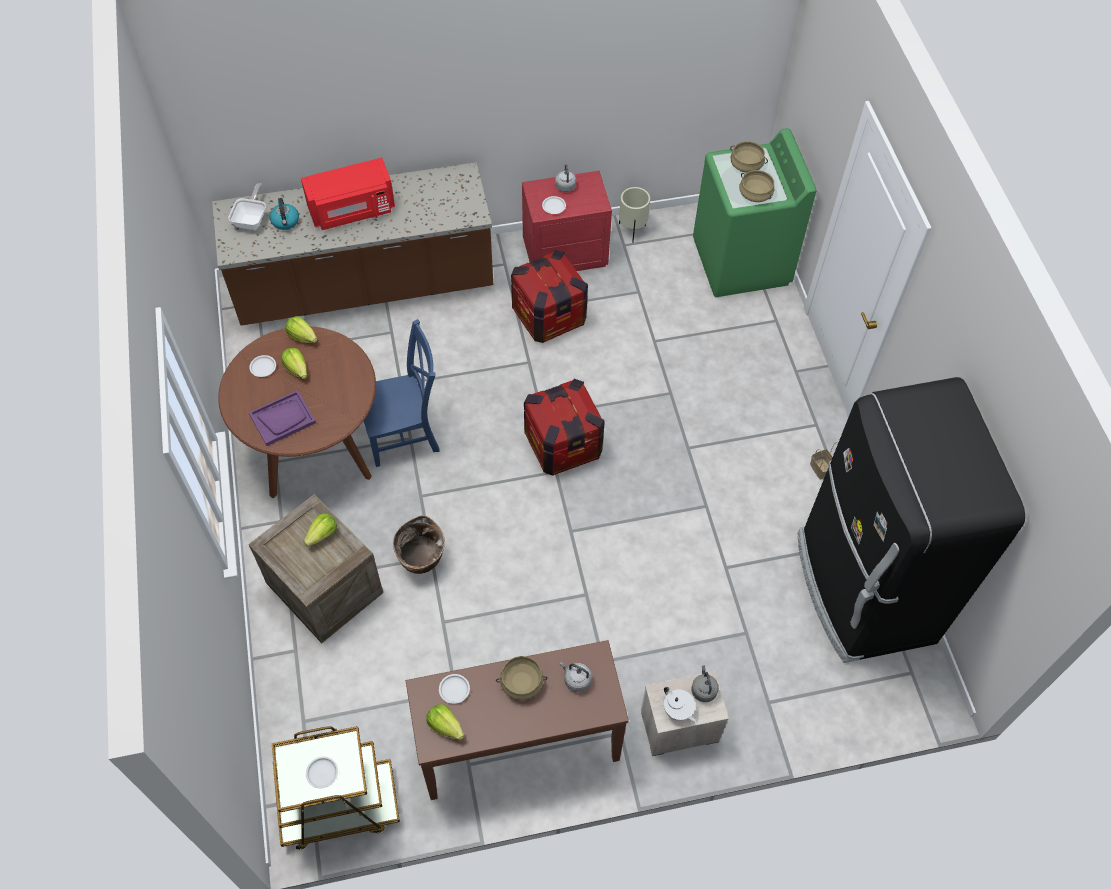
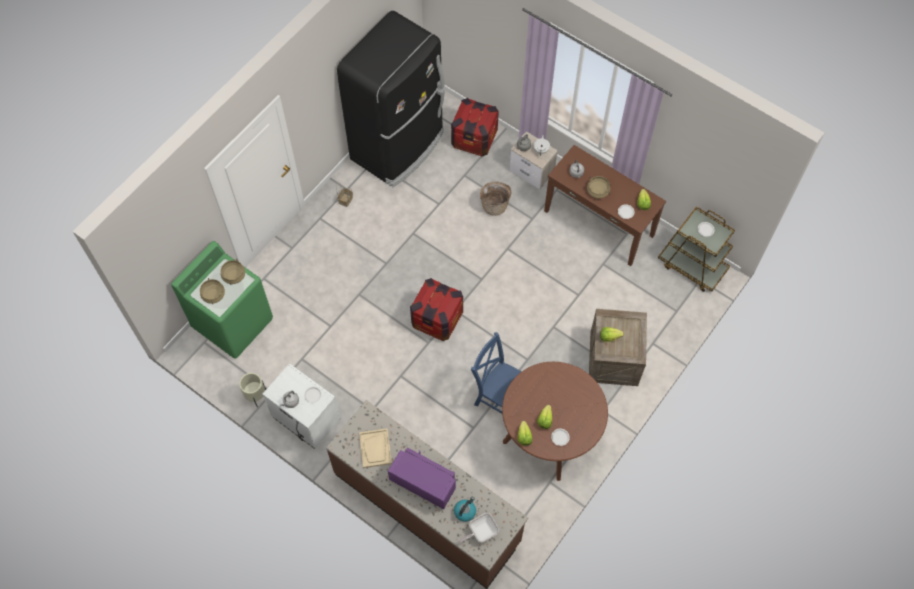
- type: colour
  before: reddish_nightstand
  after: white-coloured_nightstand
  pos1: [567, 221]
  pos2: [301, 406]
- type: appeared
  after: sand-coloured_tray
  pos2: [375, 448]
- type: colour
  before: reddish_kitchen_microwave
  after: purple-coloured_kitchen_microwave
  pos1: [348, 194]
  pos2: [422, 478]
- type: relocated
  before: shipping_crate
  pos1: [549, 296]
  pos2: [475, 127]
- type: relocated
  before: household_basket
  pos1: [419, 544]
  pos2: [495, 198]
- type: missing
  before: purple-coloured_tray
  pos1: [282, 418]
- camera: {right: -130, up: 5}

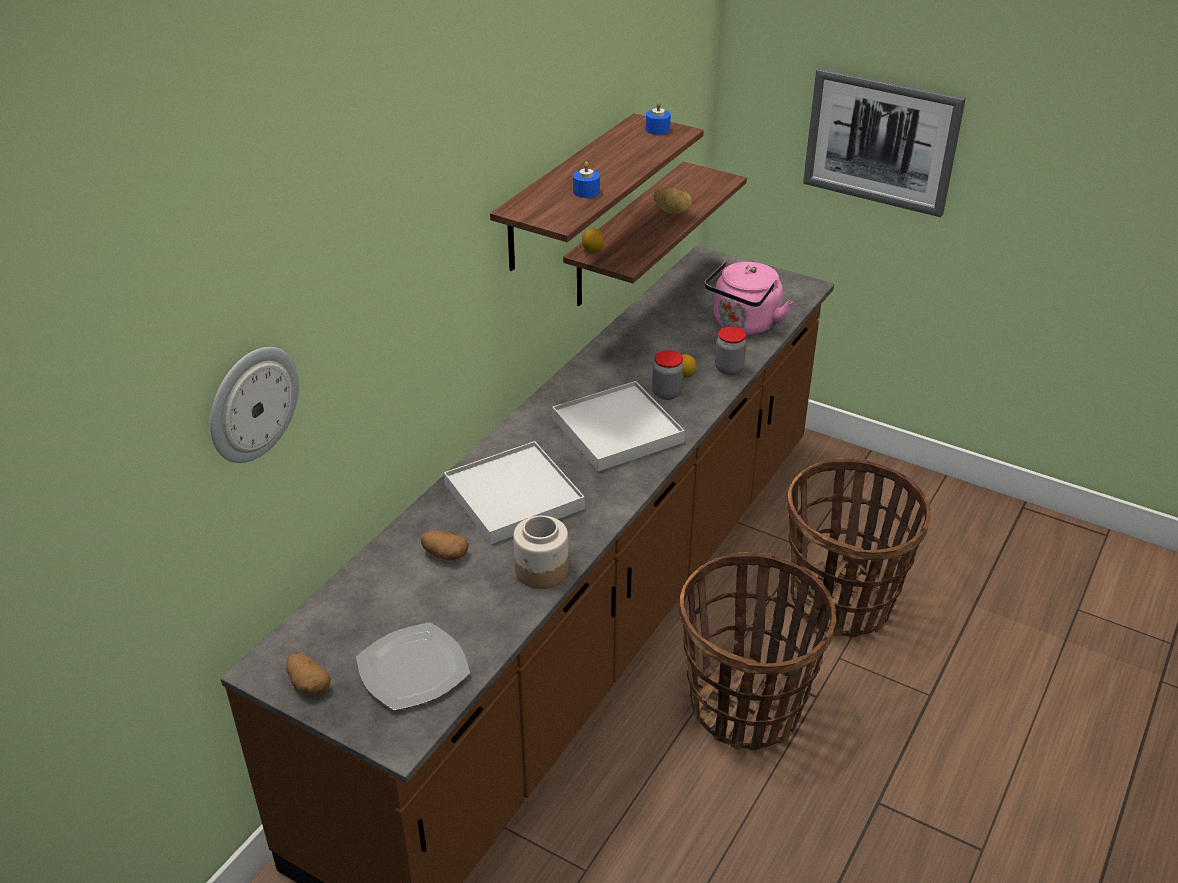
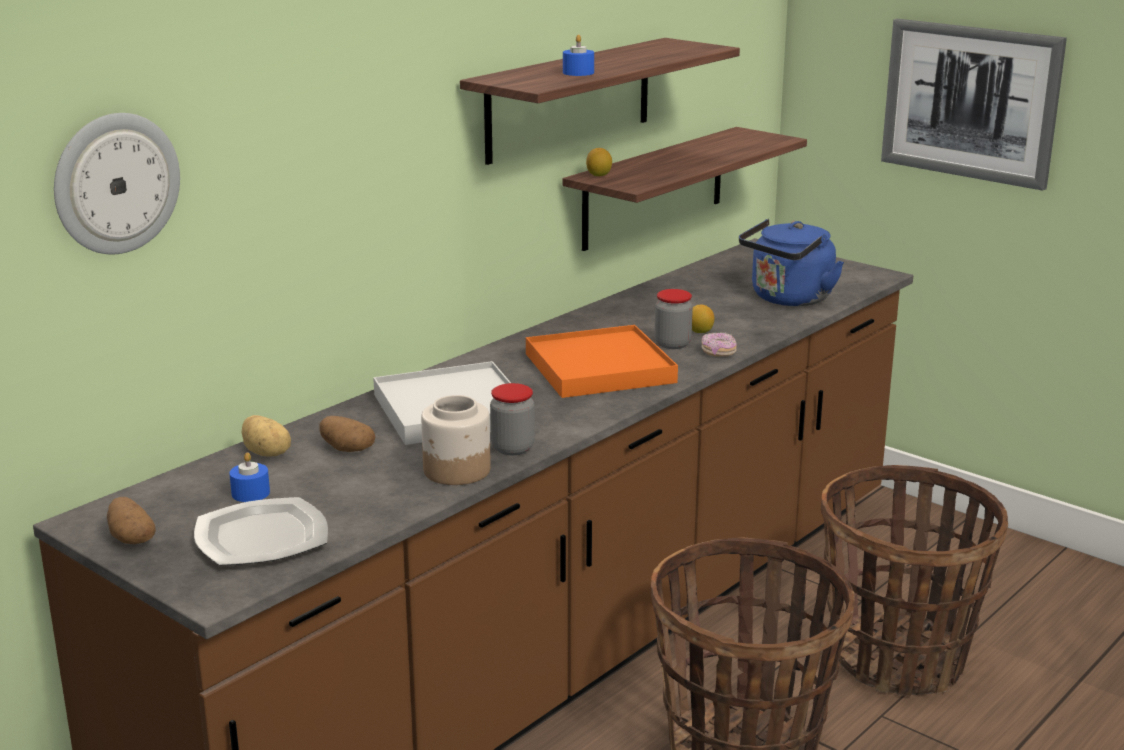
- type: relocated
  before: blue_candle
  pos1: [658, 118]
  pos2: [249, 477]
- type: relocated
  before: whole_potato
  pos1: [673, 200]
  pos2: [266, 436]
- type: relocated
  before: jar
  pos1: [730, 351]
  pos2: [512, 419]
- type: colour
  before: white-coloured_tray
  after: orange-coloured_tray
  pos1: [618, 426]
  pos2: [602, 361]
- type: appeared
  after: ring_doughnut
  pos2: [719, 345]
- type: colour
  before: pinkish_kettle
  after: blue_kettle
  pos1: [748, 299]
  pos2: [791, 262]
- camera: {right: 10, up: -15}

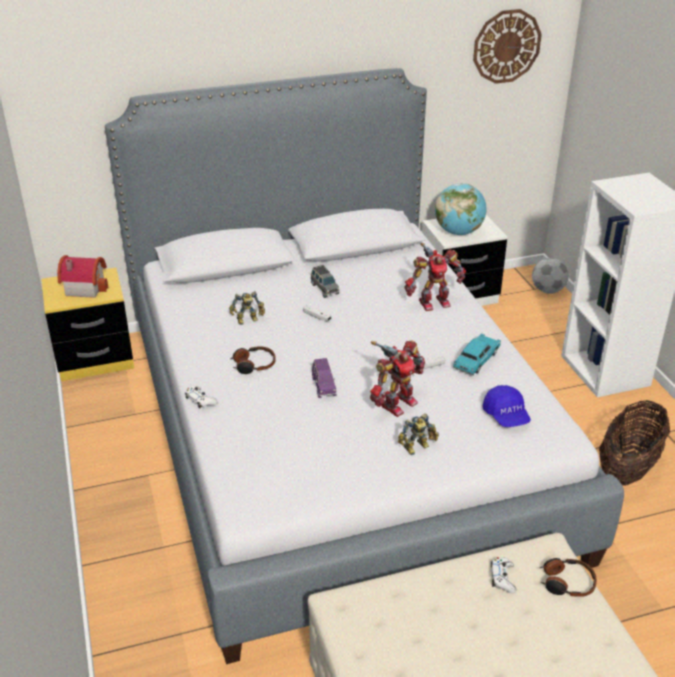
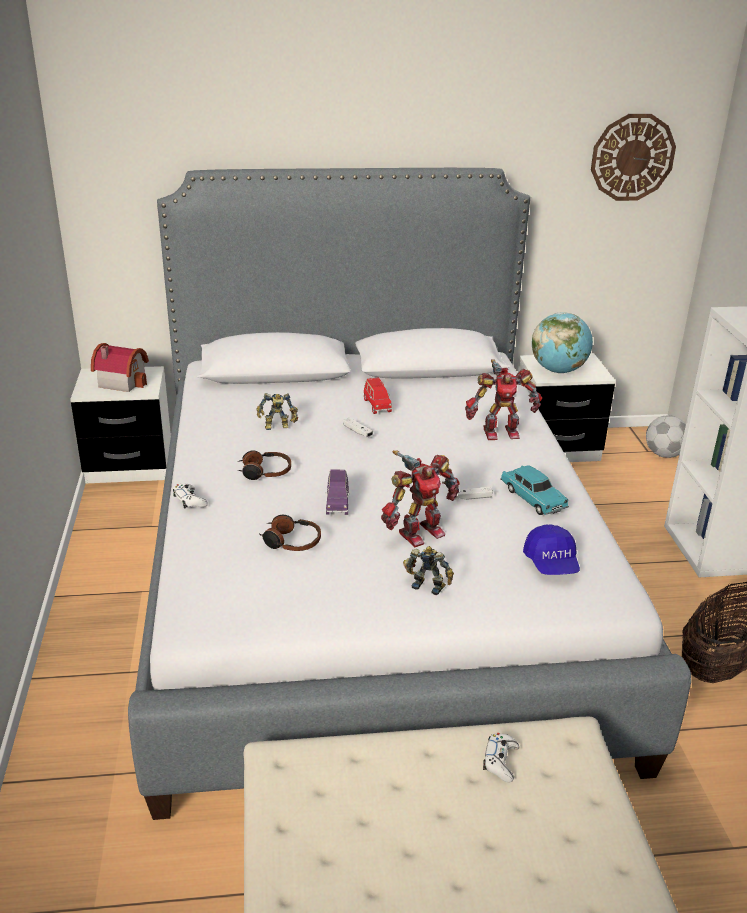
- type: colour
  before: yellow-coloured_nightstand
  after: white-coloured_nightstand
  pos1: [87, 324]
  pos2: [120, 424]
- type: relocated
  before: pair_of_headphones
  pos1: [568, 577]
  pos2: [290, 533]
- type: colour
  before: greyish_miniature_car
  after: reddish_miniature_car
  pos1: [325, 281]
  pos2: [378, 396]
- type: spun
  before: robot_figure
  pos1: [418, 434]
  pos2: [428, 570]
  turn: -135
- type: spun
  before: turquoise_miniature_car
  pos1: [477, 354]
  pos2: [534, 490]
  turn: 105
- camera: {right: 10, up: -5}

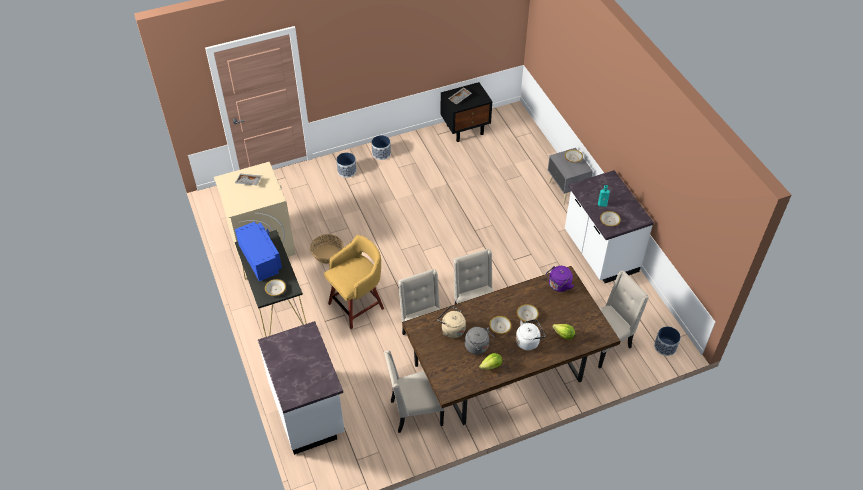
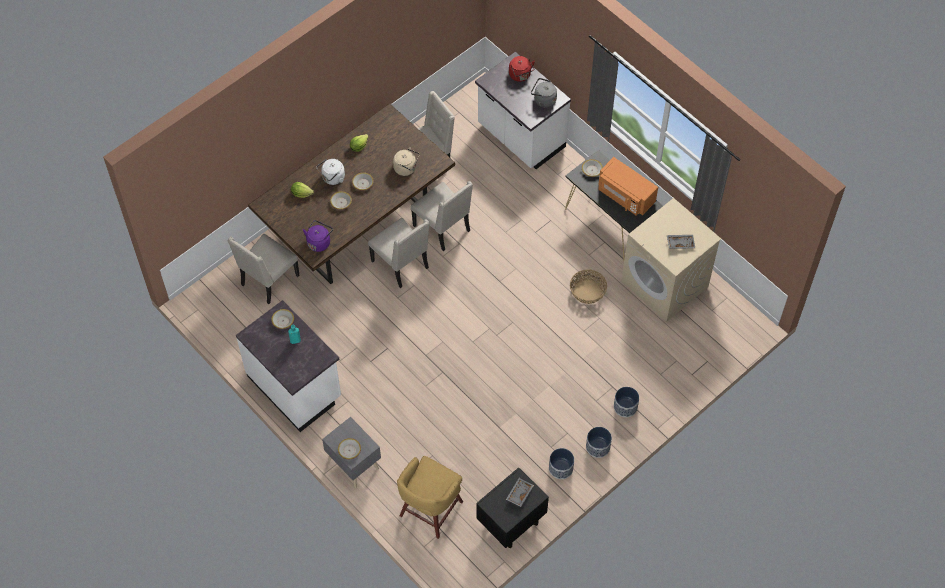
- type: relocated
  before: yellow-coloured_stool_seat
  pos1: [354, 282]
  pos2: [430, 497]
- type: appeared
  after: reddish_kettle
  pos2: [522, 69]
- type: relocated
  before: greyish_kettle
  pos1: [479, 340]
  pos2: [544, 92]
- type: relocated
  before: plant_pot
  pos1: [667, 341]
  pos2: [561, 463]
- type: colour
  before: blue_kitchen_microwave
  after: orange-coloured_kitchen_microwave
  pos1: [258, 251]
  pos2: [628, 186]
- camera: {right: 160, up: 10}

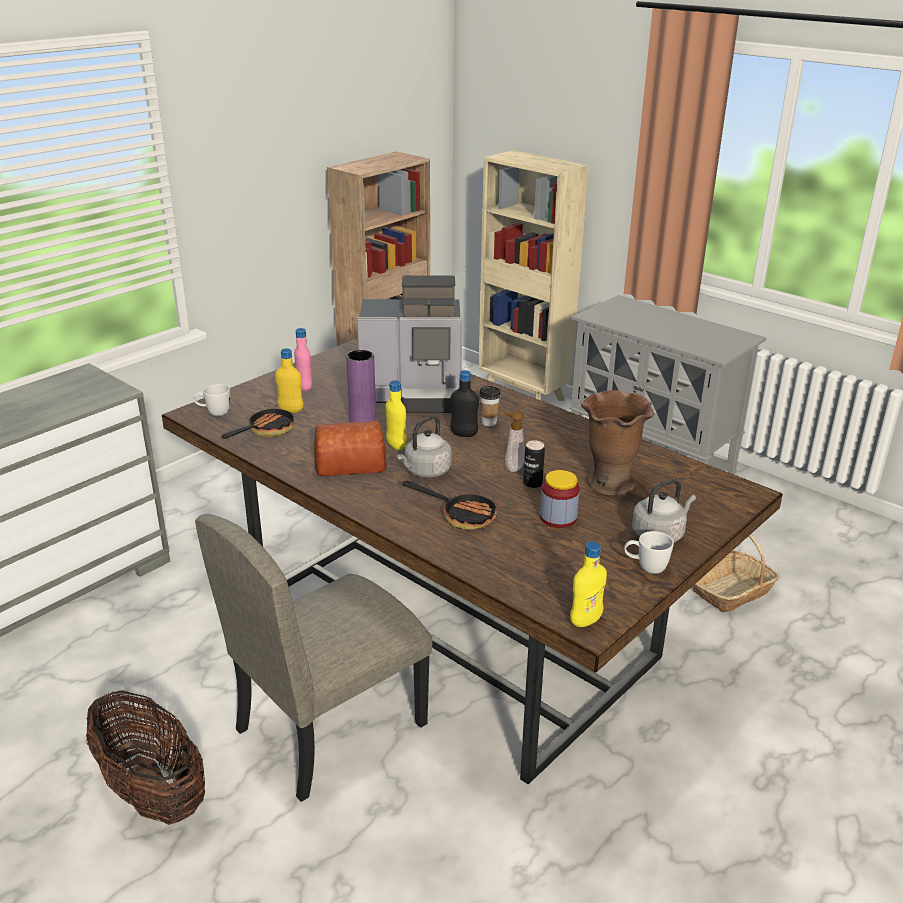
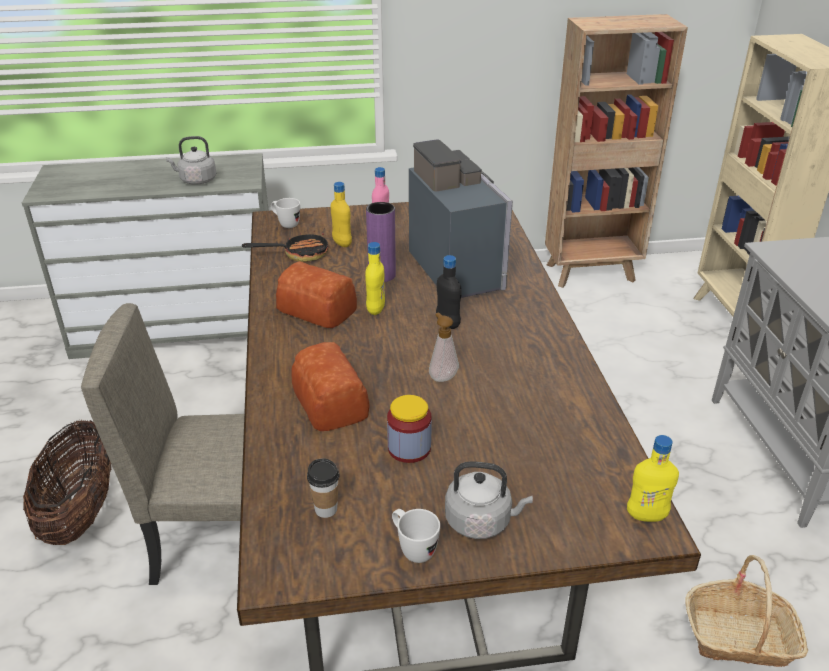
- type: relocated
  before: greyish_kettle
  pos1: [424, 446]
  pos2: [191, 160]
- type: exchanged
  before: frying_pan
  after: bakery_bread
  pos1: [450, 505]
  pos2: [330, 386]
- type: relocated
  before: drinking_cup
  pos1: [490, 406]
  pos2: [323, 488]
- type: spun
  before: coffee_maker
  pos1: [409, 344]
  pos2: [461, 218]
  turn: -150
- type: relocated
  before: yellow-coloured_beverage_bottle
  pos1: [588, 584]
  pos2: [653, 478]
- type: missing
  before: can
  pos1: [534, 464]
- type: missing
  before: brown-coloured_decorative_vase
  pos1: [617, 442]
- camera: {right: 40, up: 5}

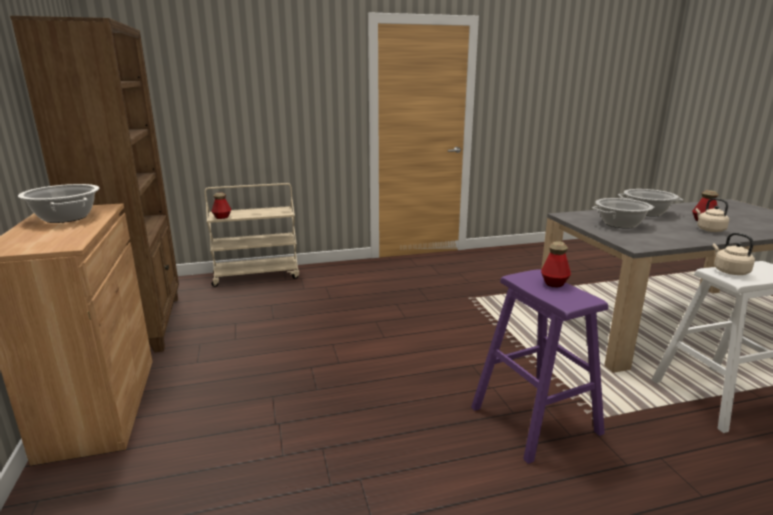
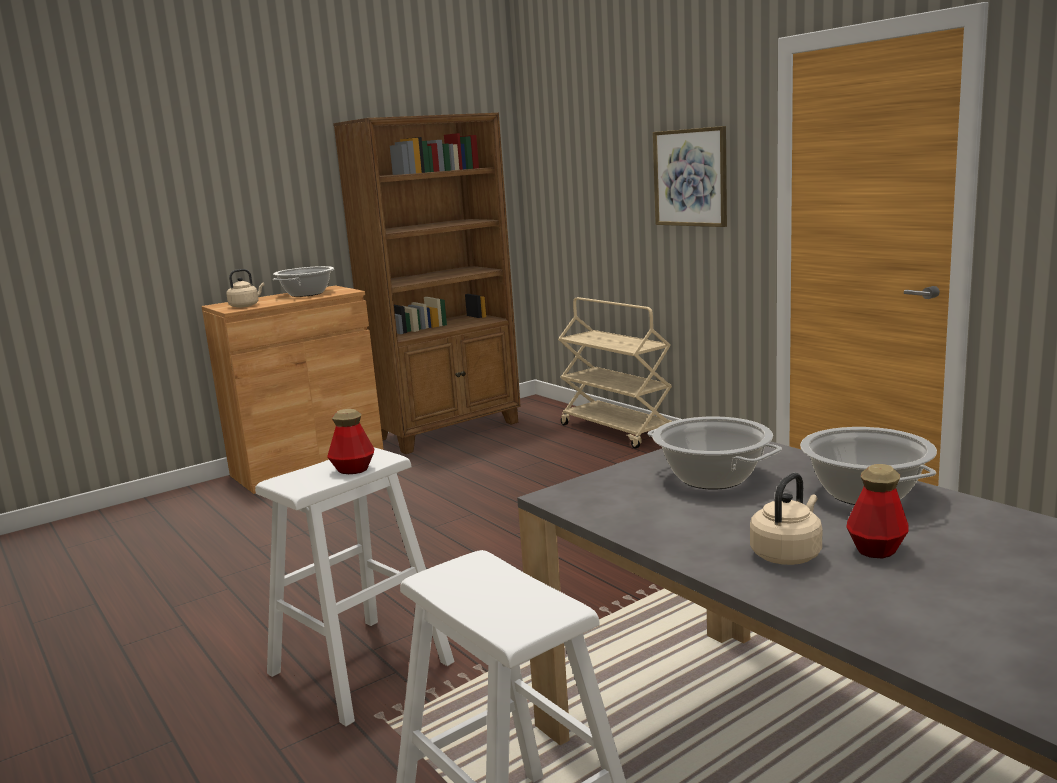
- type: relocated
  before: sand-coloured_kettle
  pos1: [734, 254]
  pos2: [245, 288]
- type: colour
  before: purple-coloured_stool_seat
  after: white-coloured_stool_seat
  pos1: [539, 366]
  pos2: [355, 587]
- type: appeared
  after: wall_picture
  pos2: [690, 176]
- type: missing
  before: beverage_bottle
  pos1: [221, 206]
- camera: {right: 70, up: -5}

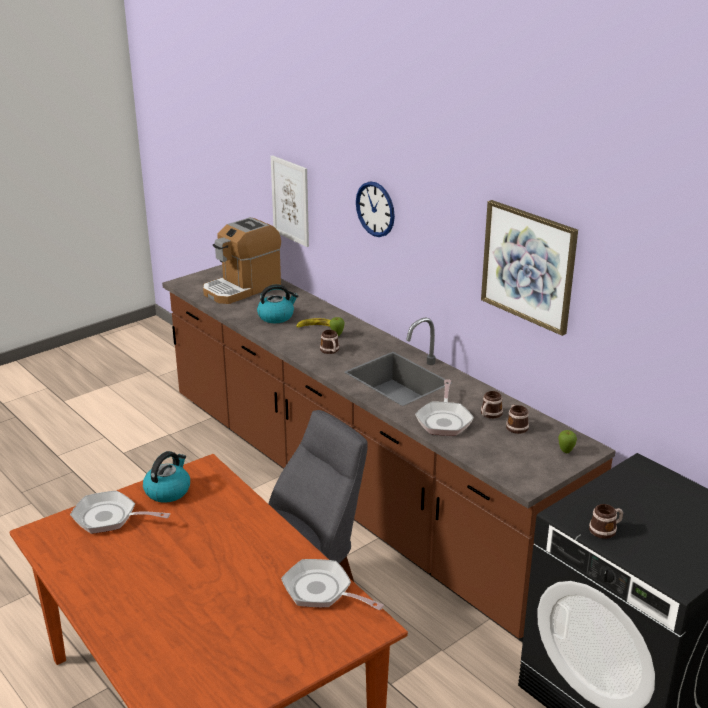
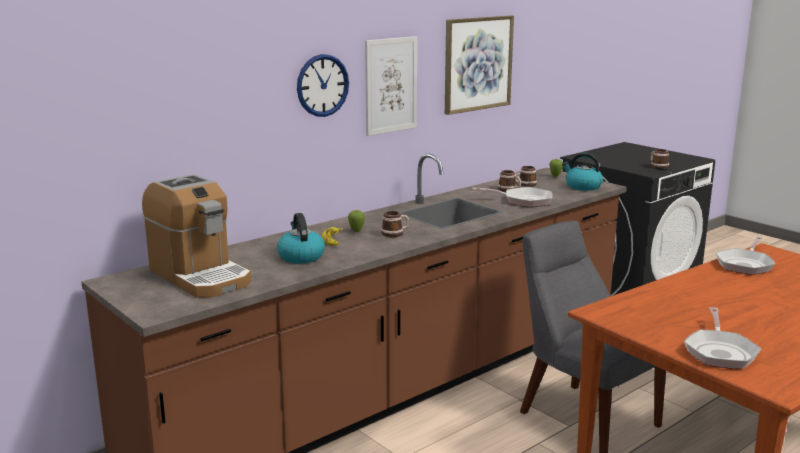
- type: relocated
  before: wall_picture
  pos1: [290, 201]
  pos2: [391, 86]
- type: relocated
  before: kettle
  pos1: [166, 477]
  pos2: [582, 172]
- camera: {right: -90, up: -10}

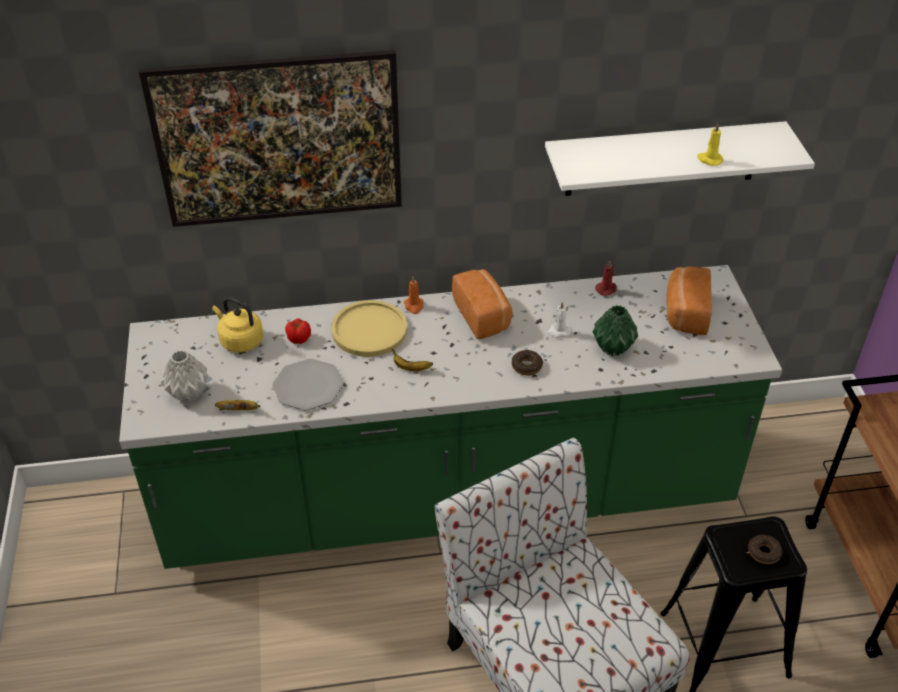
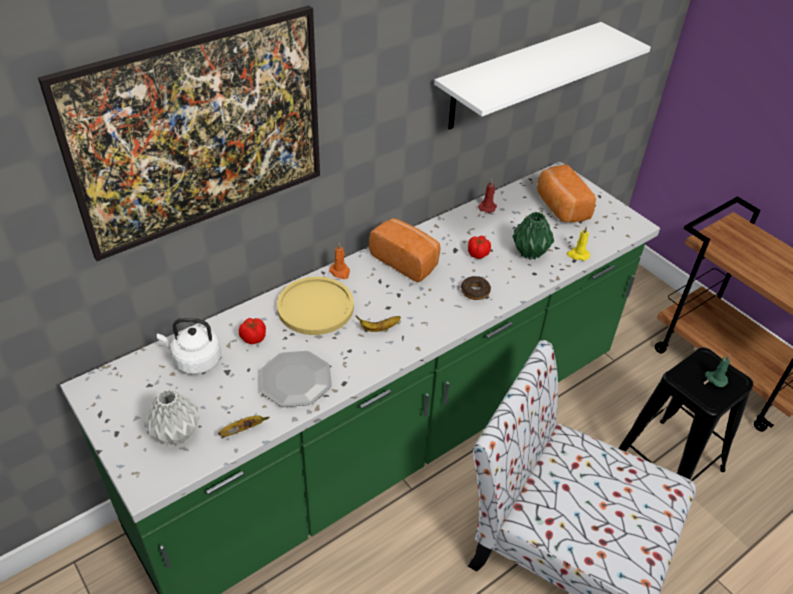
- type: colour
  before: yellow-coloured_kettle
  after: white-coloured_kettle
  pos1: [237, 324]
  pos2: [189, 346]
- type: exchanged
  before: white-coloured_candle
  after: fresh_tomato
  pos1: [558, 320]
  pos2: [479, 247]
- type: relocated
  before: yellow-coloured_candle
  pos1: [710, 145]
  pos2: [578, 243]
- type: exchanged
  before: ring_doughnut
  after: green_candle
  pos1: [765, 549]
  pos2: [717, 371]
- camera: {right: -30, up: 0}

